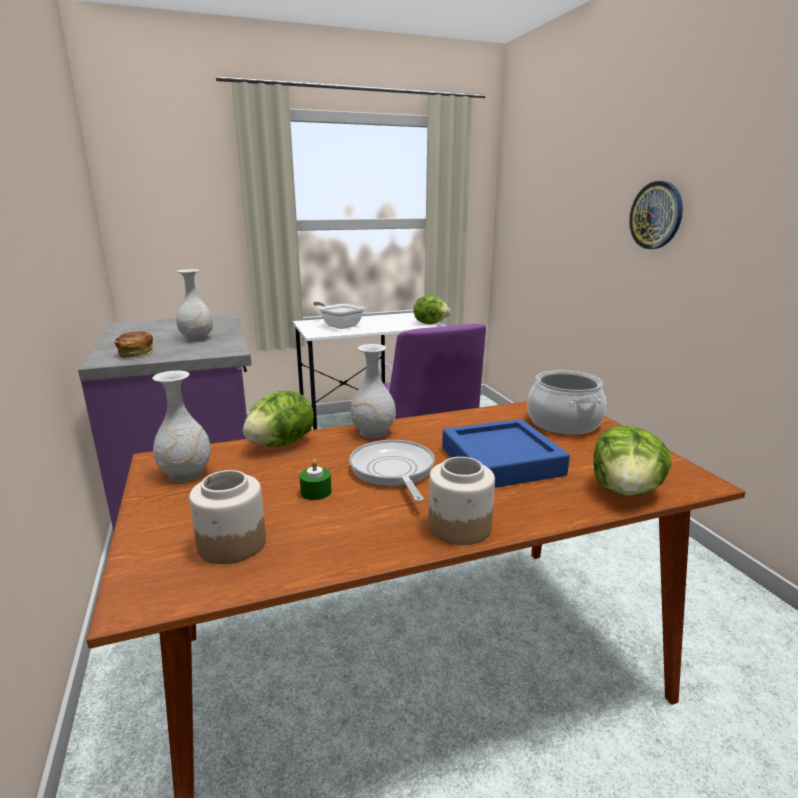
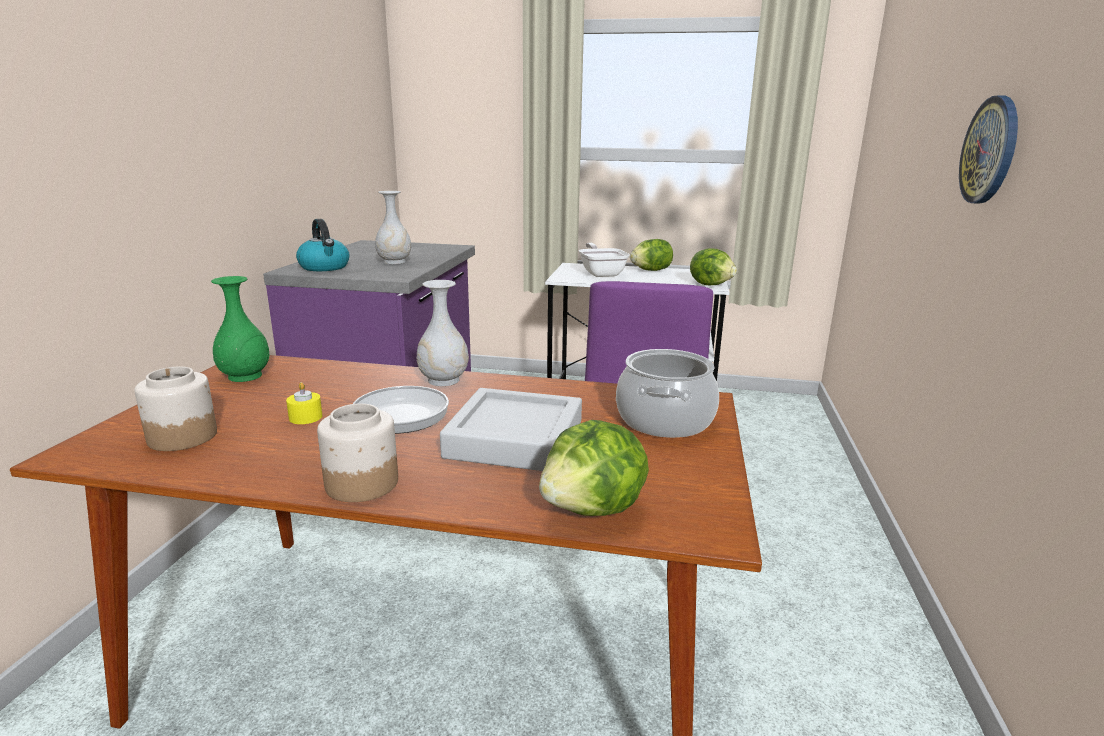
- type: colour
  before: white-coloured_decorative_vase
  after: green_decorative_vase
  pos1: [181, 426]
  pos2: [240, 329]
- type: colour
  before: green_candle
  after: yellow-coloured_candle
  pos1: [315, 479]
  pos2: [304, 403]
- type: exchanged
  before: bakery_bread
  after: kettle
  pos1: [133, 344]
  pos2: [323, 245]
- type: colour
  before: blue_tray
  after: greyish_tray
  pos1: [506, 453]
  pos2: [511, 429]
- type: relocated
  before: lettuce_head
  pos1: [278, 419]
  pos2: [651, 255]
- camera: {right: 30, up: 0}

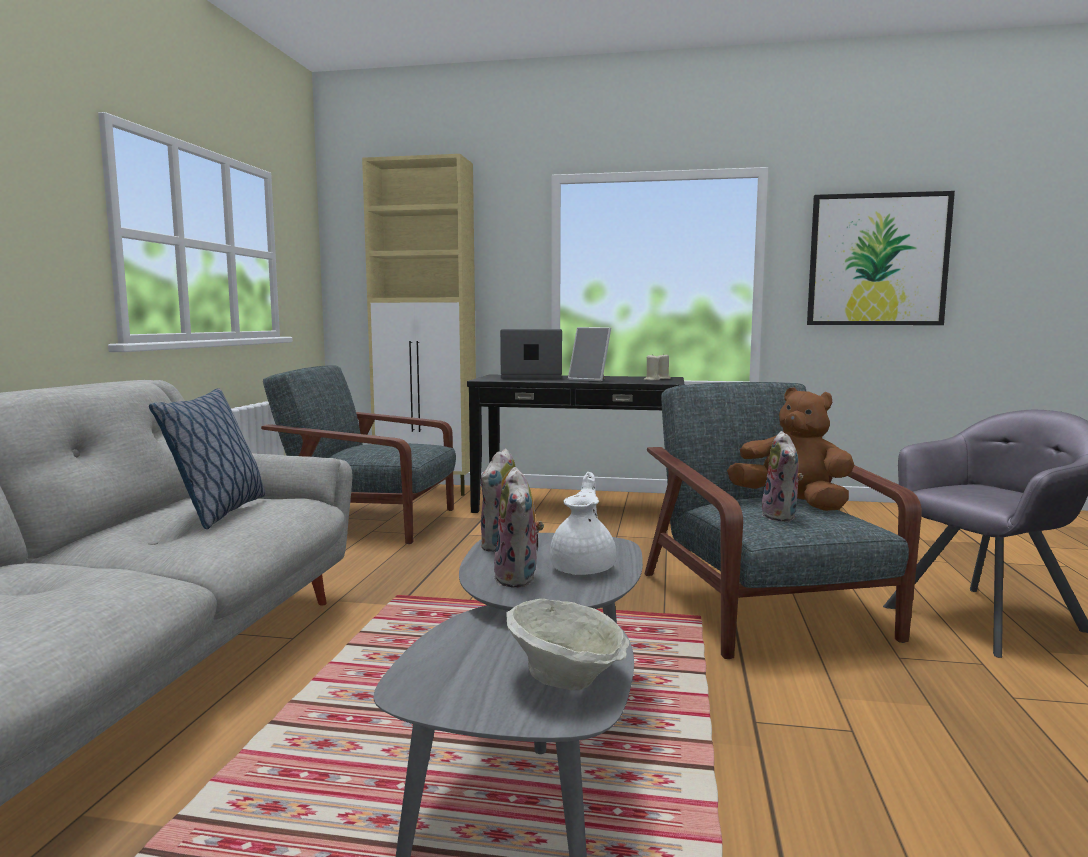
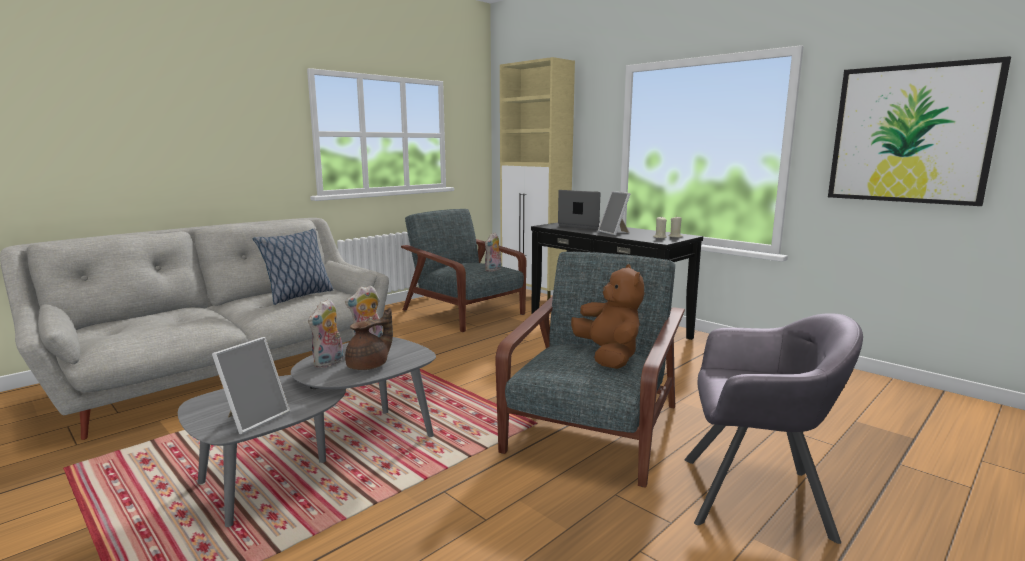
- type: exchanged
  before: sand-coloured_deep_dish
  after: photo_frame
  pos1: [567, 644]
  pos2: [251, 385]
- type: colour
  before: white-coloured_teapot
  after: brown-coloured_teapot
  pos1: [583, 523]
  pos2: [369, 339]
- type: relocated
  before: cuddly_toy
  pos1: [781, 476]
  pos2: [493, 252]
- camera: {right: 35, up: 5}

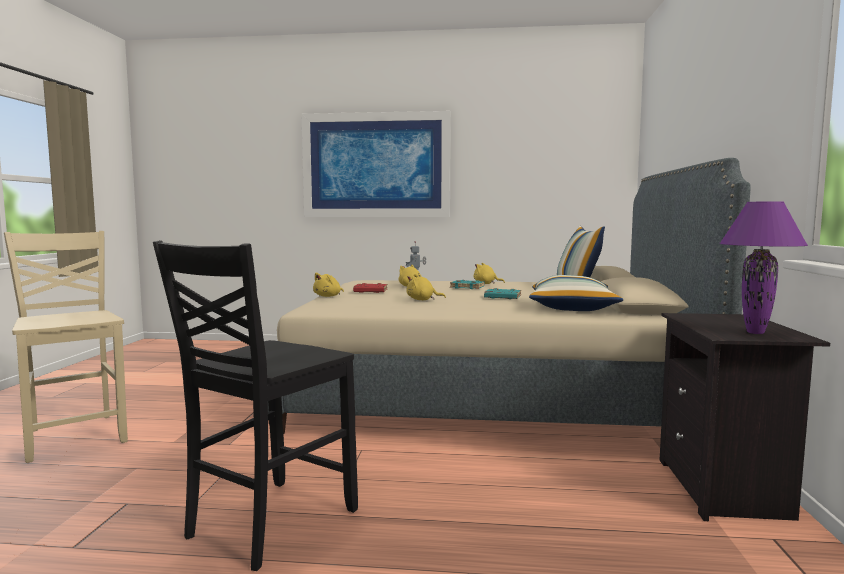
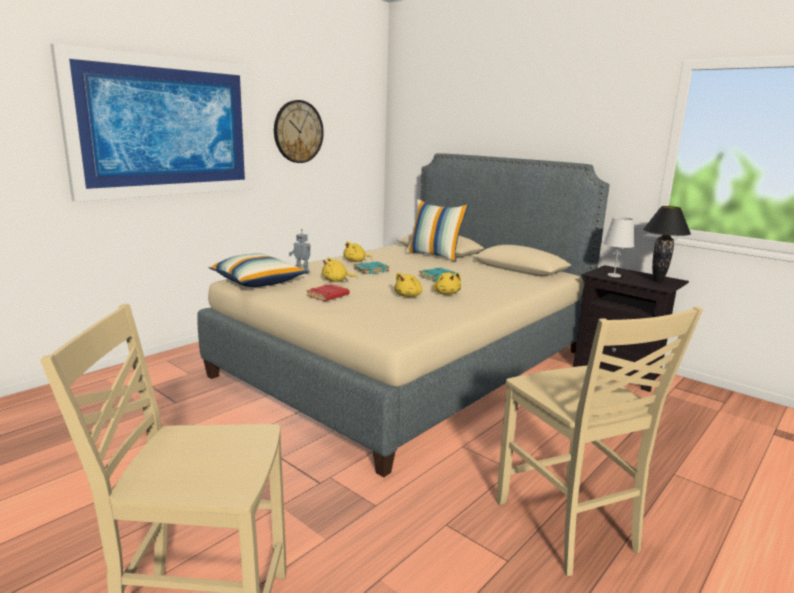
- type: relocated
  before: pillow
  pos1: [576, 293]
  pos2: [258, 270]
- type: appeared
  after: clock_on_the_wall
  pos2: [299, 131]
- type: relocated
  before: yellow-coloured_cuddly_toy
  pos1: [328, 284]
  pos2: [447, 283]
- type: colour
  before: black_upright_chair
  after: sand-coloured_upright_chair
  pos1: [255, 405]
  pos2: [599, 441]
- type: appeared
  after: white-coloured_tabletop_lamp
  pos2: [619, 247]
- type: colour
  before: purple-coloured_tabletop_lamp
  after: black_tabletop_lamp
  pos1: [763, 267]
  pos2: [667, 244]
- camera: {right: -55, up: 10}

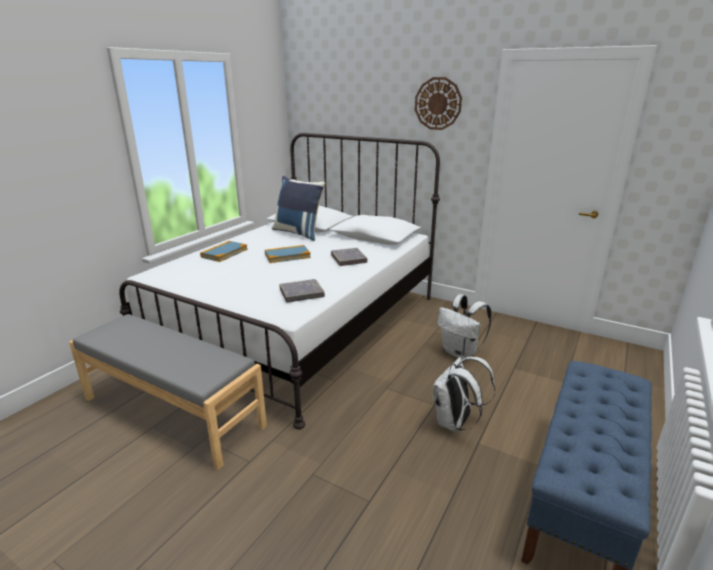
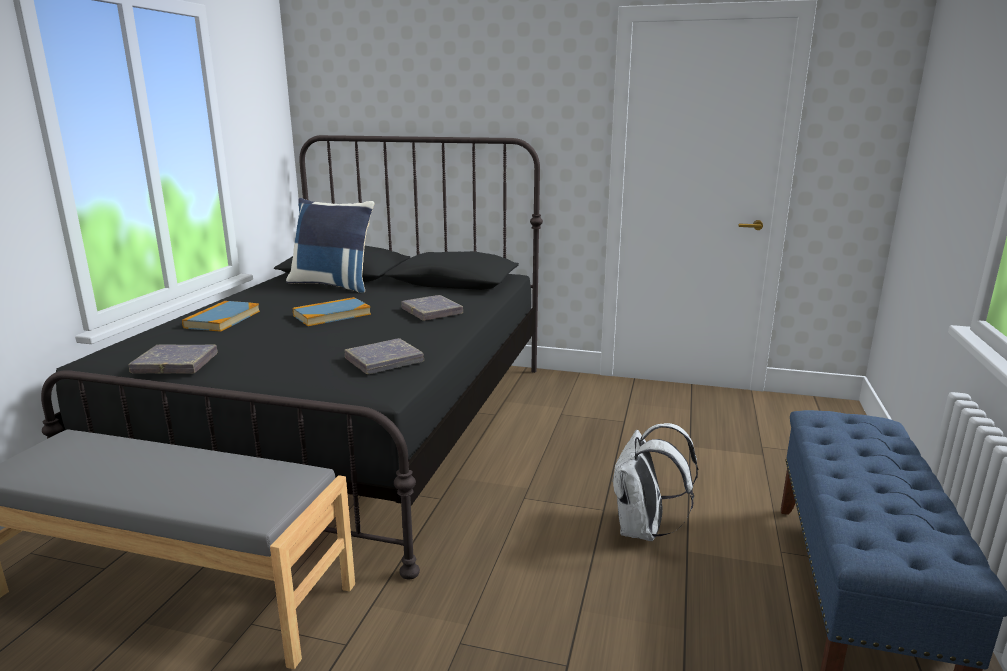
- type: colour
  before: white-coloured_bed
  after: black_bed
  pos1: [279, 281]
  pos2: [292, 357]
- type: appeared
  after: greyish_book
  pos2: [173, 359]
- type: missing
  before: clock_on_the_wall
  pos1: [438, 103]
- type: missing
  before: white-coloured_backpack
  pos1: [464, 326]
- camera: {right: -15, up: -5}

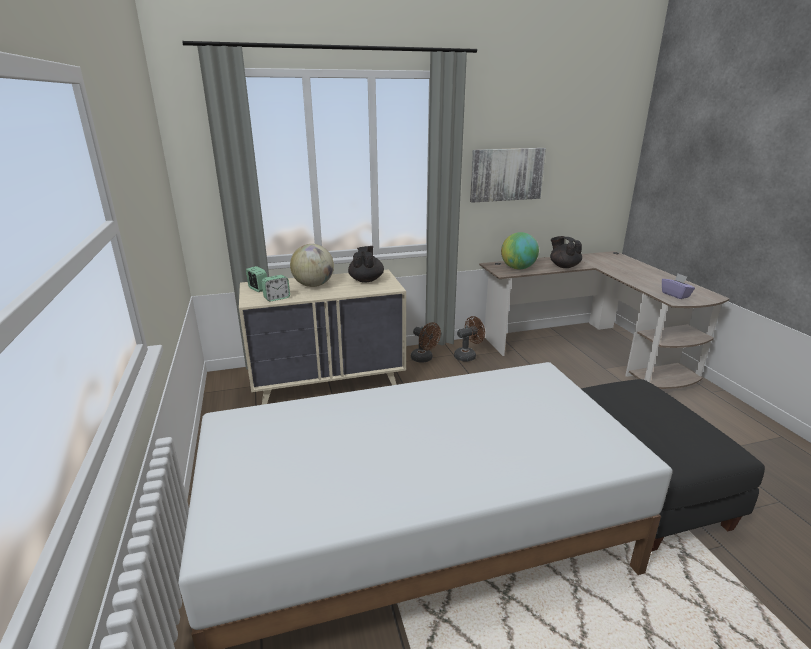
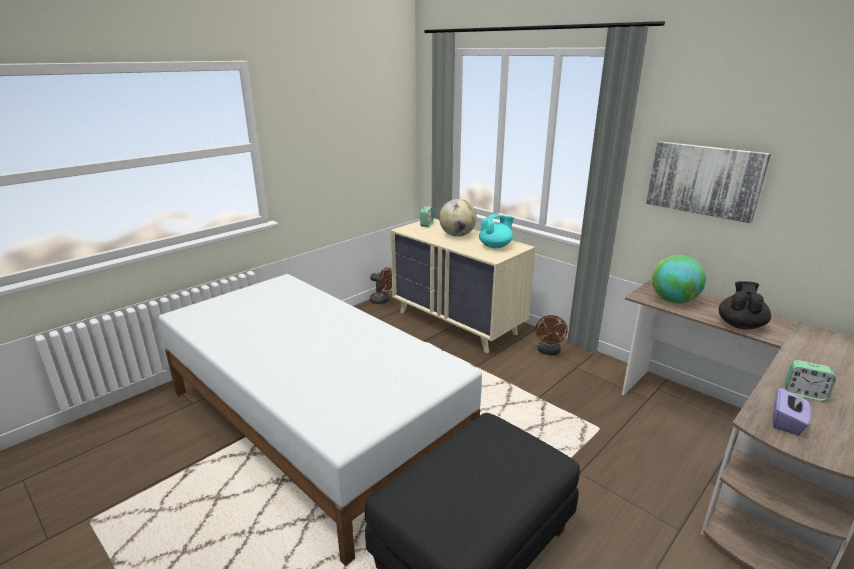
- type: relocated
  before: brown-coloured_fan
  pos1: [469, 339]
  pos2: [381, 285]
- type: colour
  before: black_teapot
  after: turquoise_teapot
  pos1: [366, 264]
  pos2: [496, 231]
- type: relocated
  before: table_clock
  pos1: [276, 288]
  pos2: [810, 380]
- camera: {right: 60, up: 0}

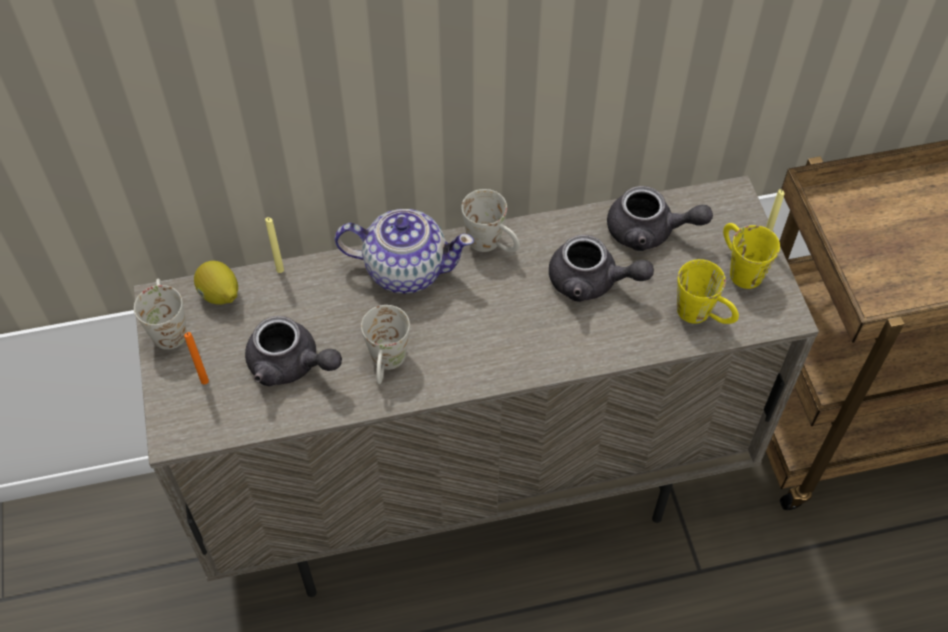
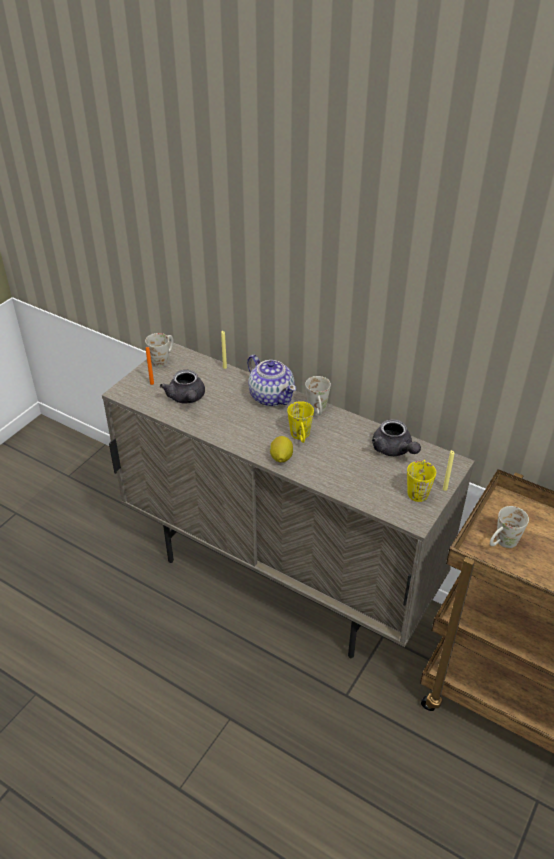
- type: relocated
  before: lemon
  pos1: [216, 283]
  pos2: [281, 449]
- type: relocated
  before: yellow-coloured_tea_mug
  pos1: [708, 291]
  pos2: [300, 422]
- type: relocated
  before: white-coloured_tea_mug
  pos1: [385, 344]
  pos2: [509, 527]
- type: missing
  before: greyish_teapot
  pos1: [601, 268]
- camera: {right: 45, up: -15}

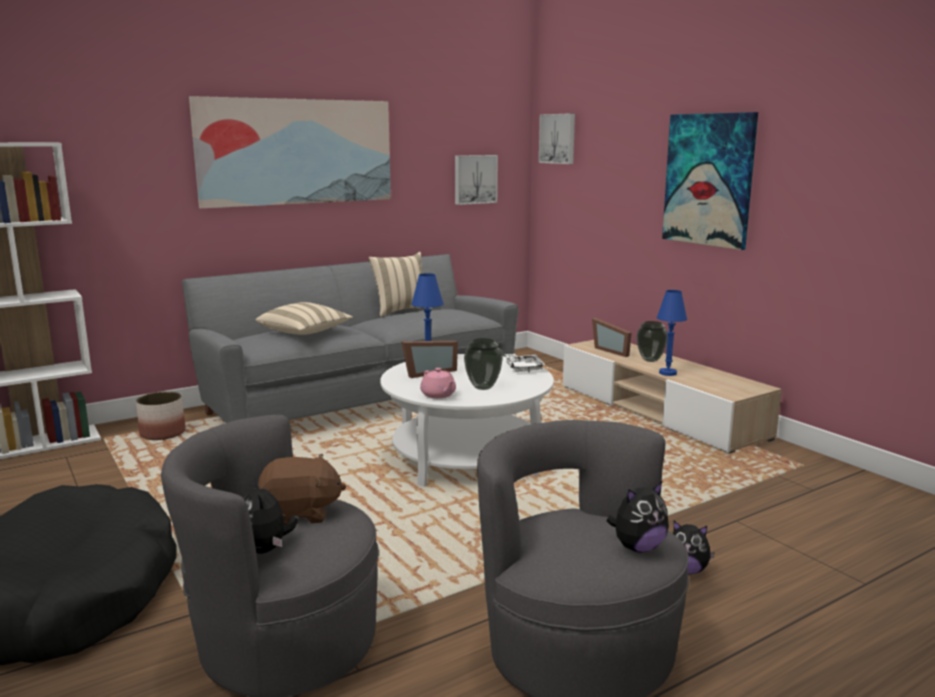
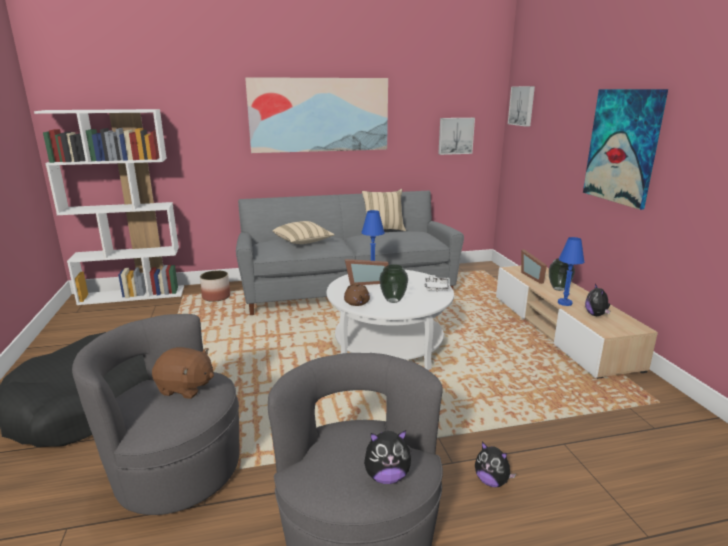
- type: colour
  before: pinkish_teapot
  after: brown-coloured_teapot
  pos1: [438, 383]
  pos2: [357, 294]
- type: relocated
  before: cuddly_toy
  pos1: [271, 516]
  pos2: [597, 300]
- camera: {right: 20, up: 5}

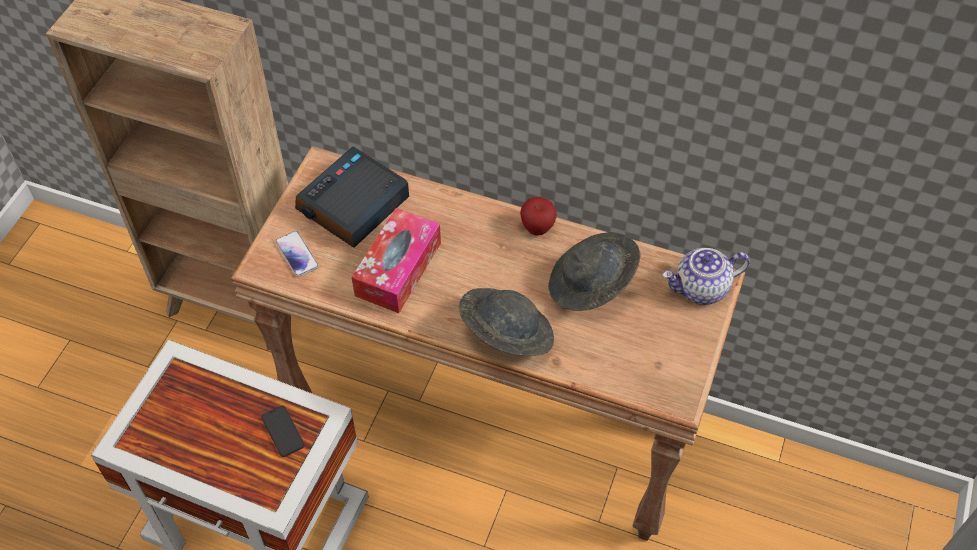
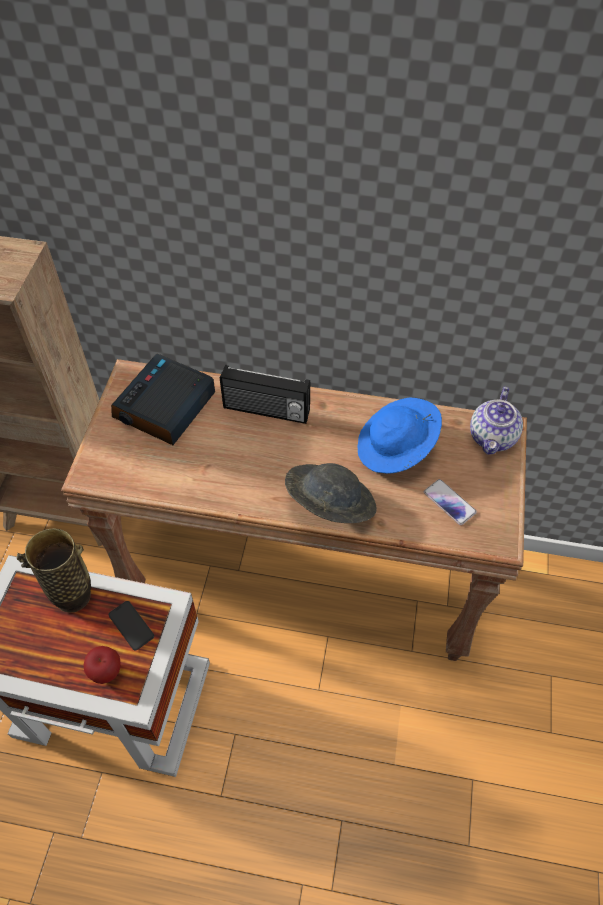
- type: appeared
  after: decorative_vase
  pos2: [54, 570]
- type: relocated
  before: apple_fruit
  pos1: [538, 216]
  pos2: [102, 665]
- type: appeared
  after: radio_receiver
  pos2: [265, 394]
- type: colour
  before: greyish_hat
  after: blue_hat
  pos1: [594, 271]
  pos2: [400, 436]
- type: relocated
  before: phone
  pos1: [297, 254]
  pos2: [450, 502]
- type: spun
  before: teapot
  pos1: [706, 276]
  pos2: [496, 421]
  turn: -45
- type: missing
  before: tissue_box
  pos1: [396, 260]
- camera: {right: -10, up: 0}

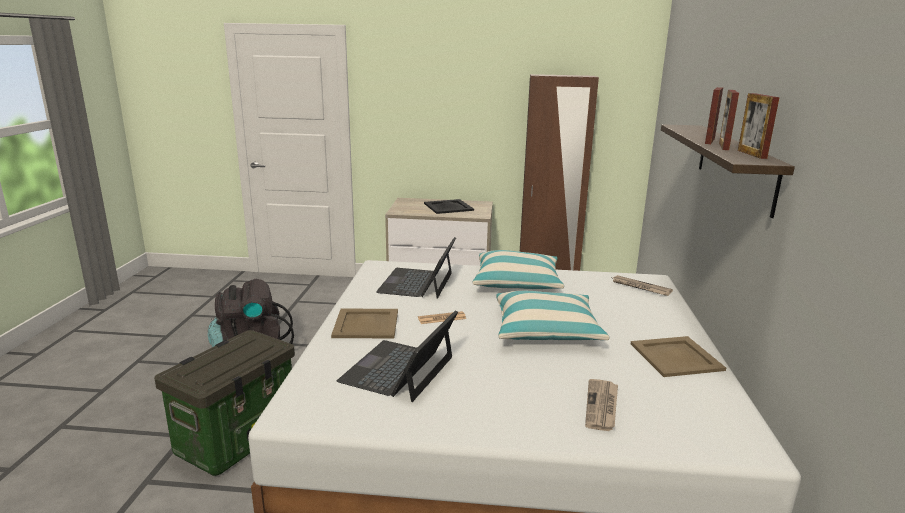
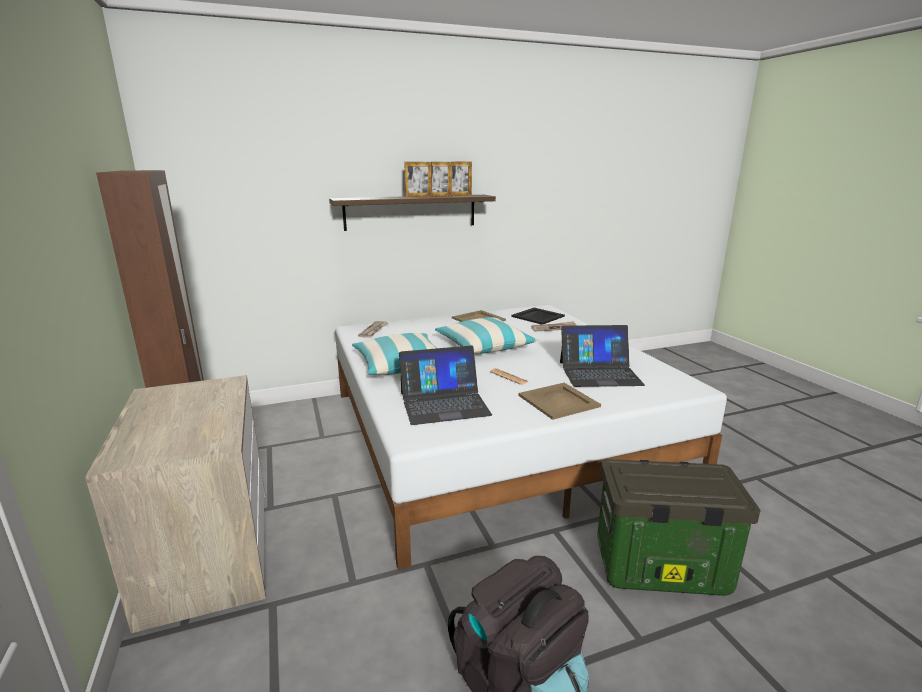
- type: relocated
  before: black_tray
  pos1: [449, 206]
  pos2: [538, 316]
- camera: {right: -115, up: 0}

